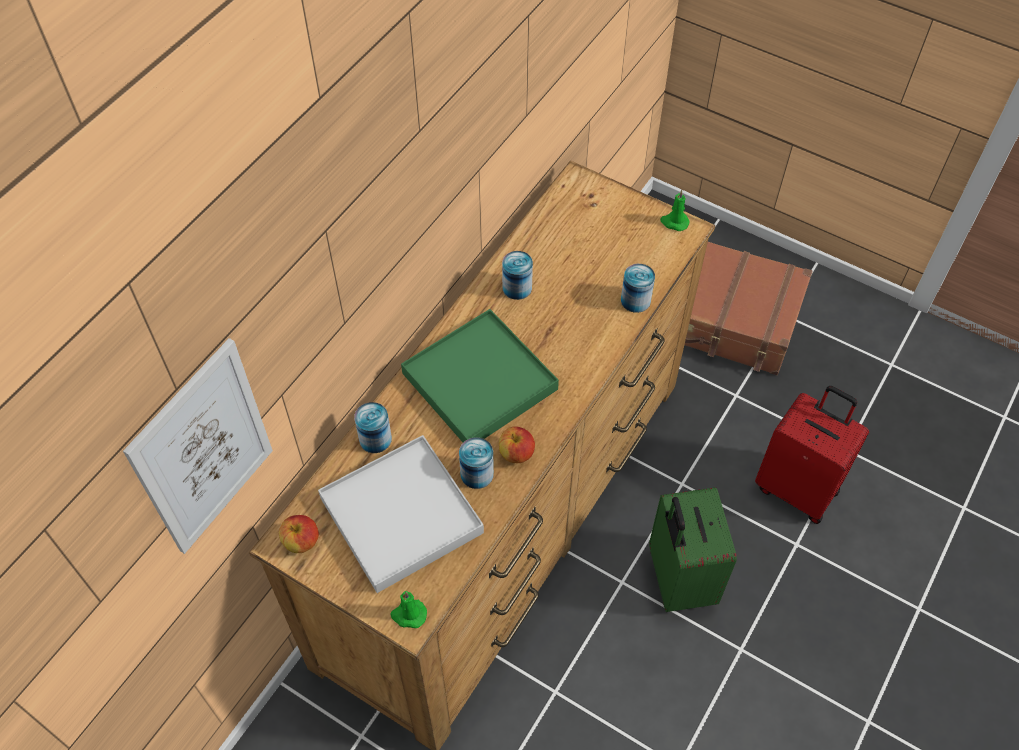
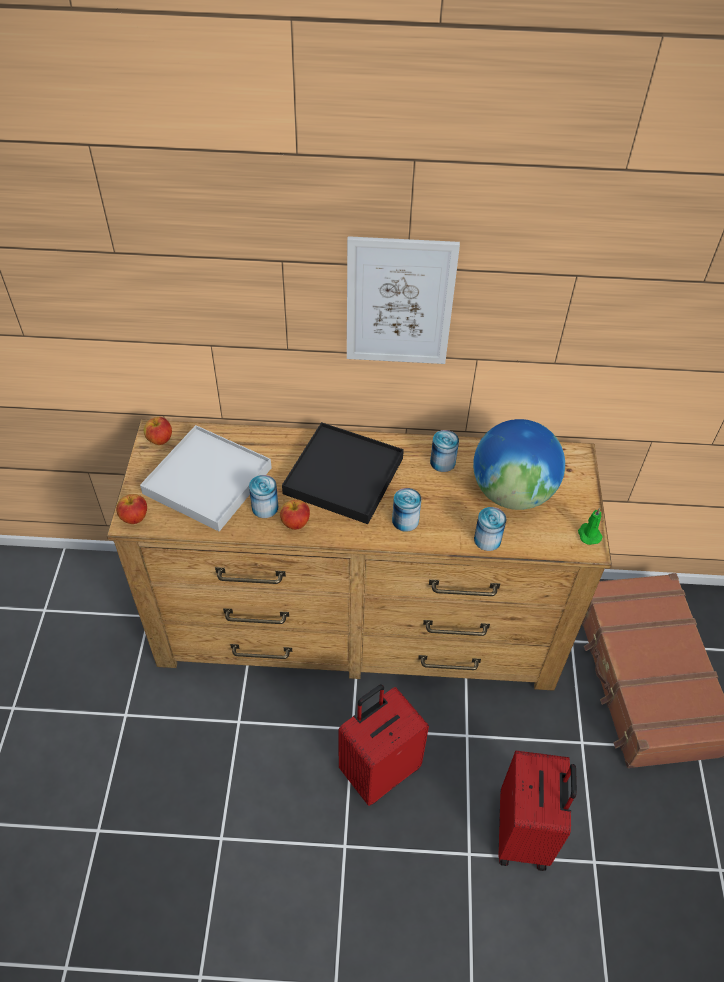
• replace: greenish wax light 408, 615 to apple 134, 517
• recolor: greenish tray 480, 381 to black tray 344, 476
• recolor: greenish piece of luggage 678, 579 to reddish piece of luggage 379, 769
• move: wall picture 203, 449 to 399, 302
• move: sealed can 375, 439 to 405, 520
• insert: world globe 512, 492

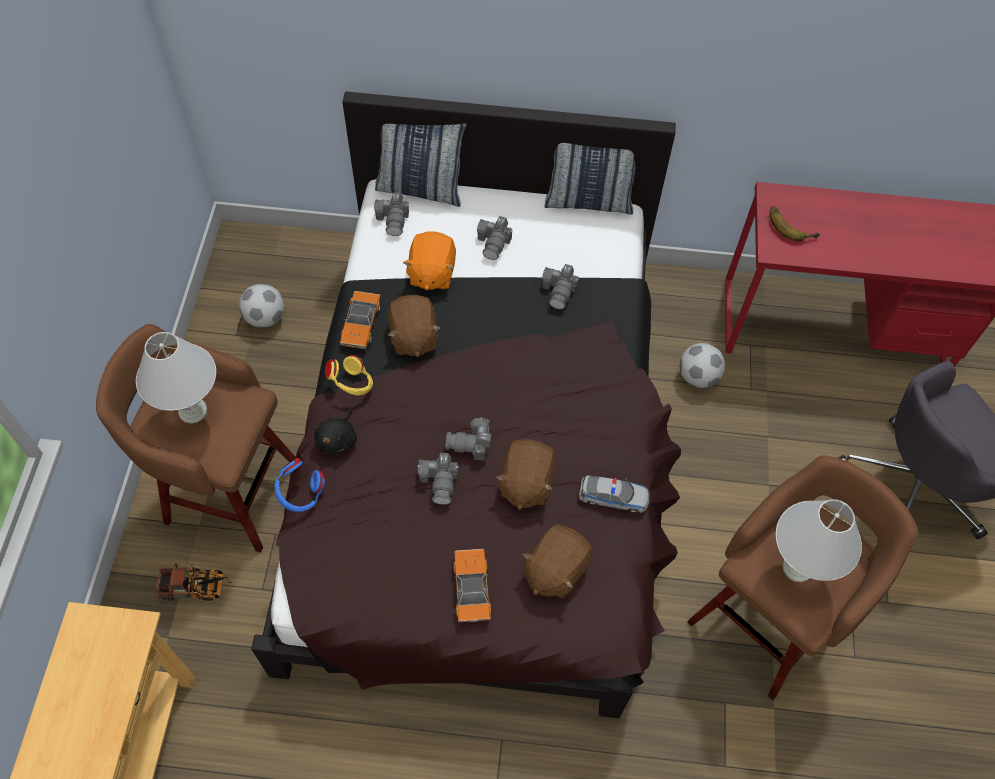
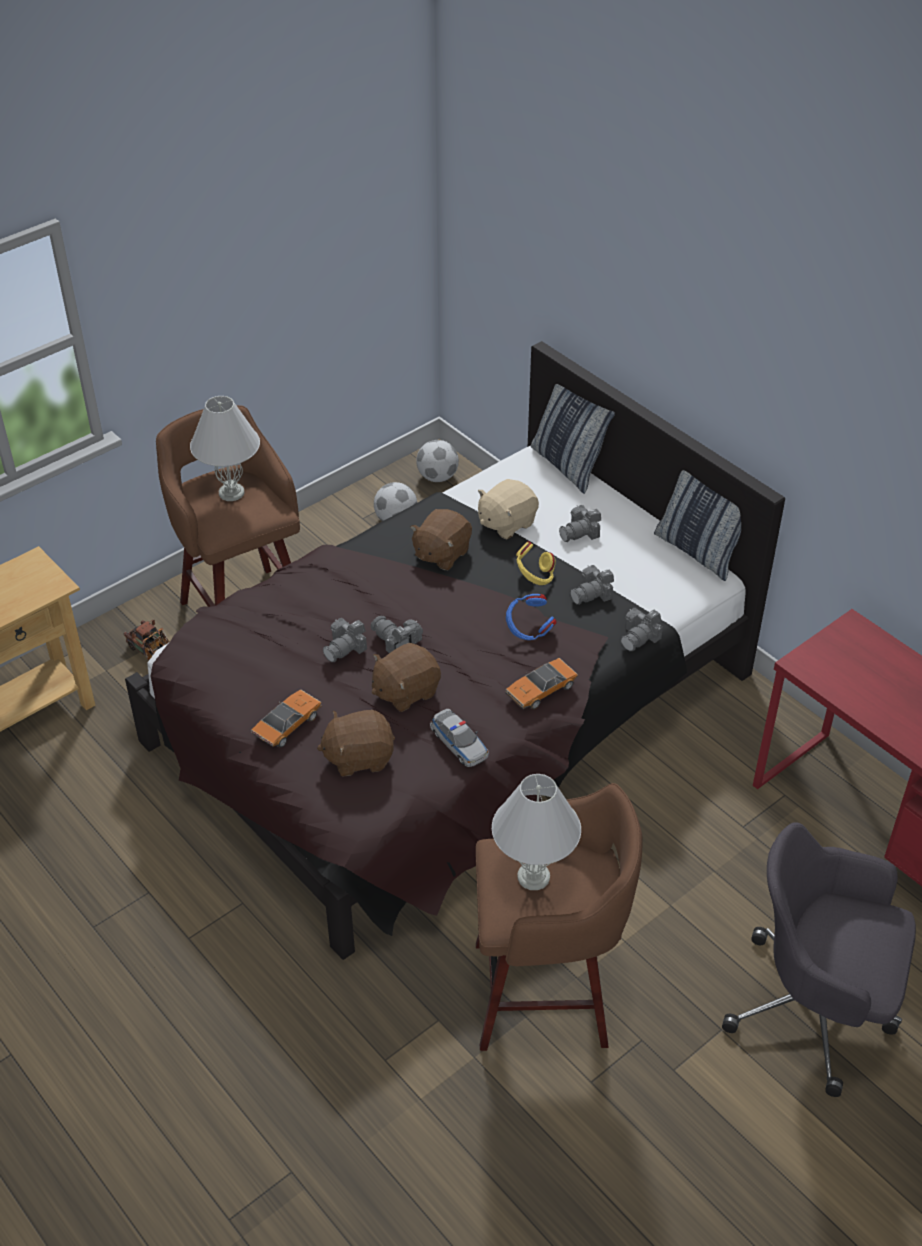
• move: football ball 698, 376 to 437, 477
• recolor: orange-coloured soft toy 431, 273 to beige soft toy 506, 523
• move: miniature car 361, 325 to 540, 690
• move: blue-coloured headset 301, 494 to 529, 630
• move: yellow headset 352, 385 to 534, 577
• move: photo camera 393, 220 to 640, 637
• delete: black soft toy 338, 440
• delete: whole banana 791, 225

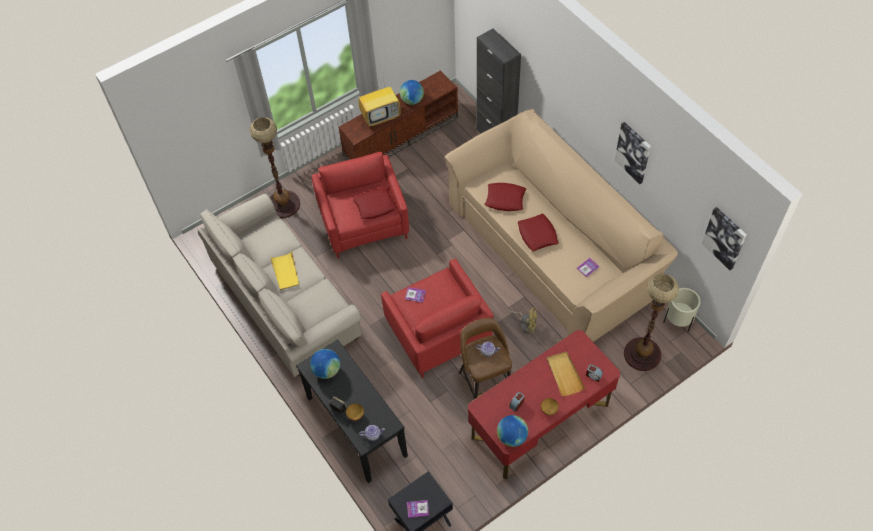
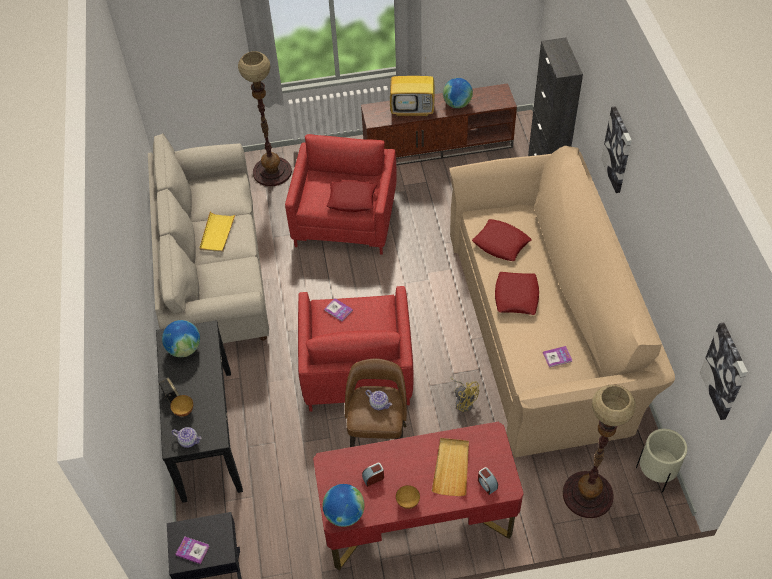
• move: wall picture 633, 152 to 618, 150

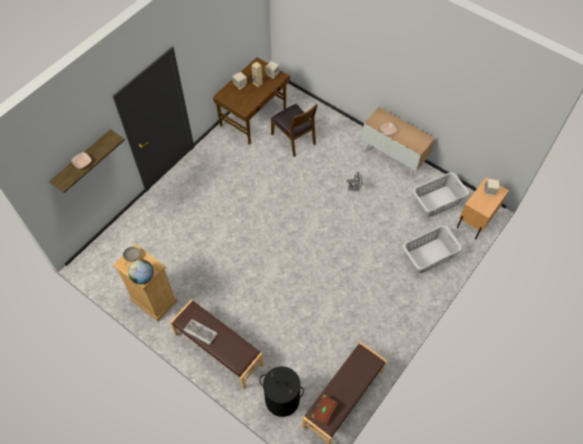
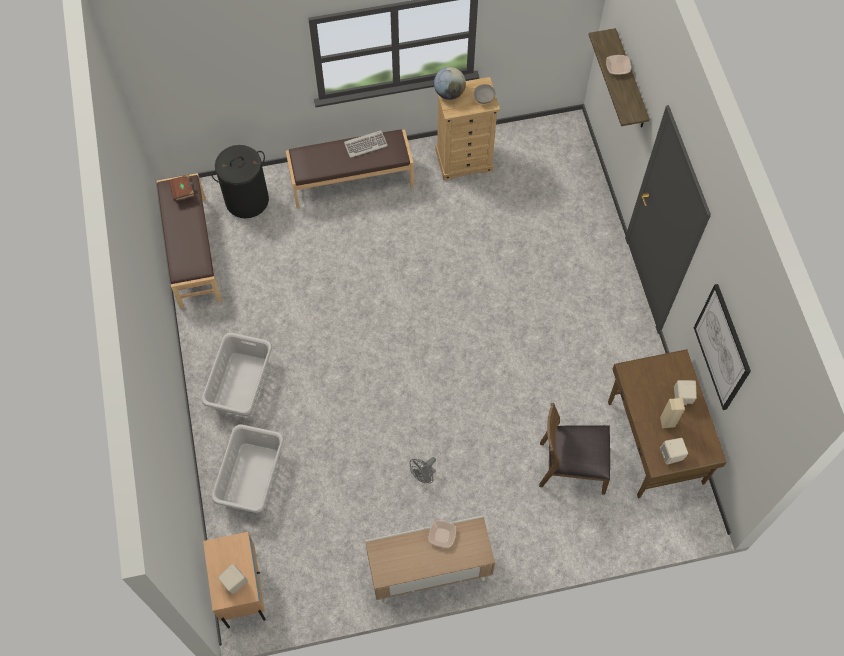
• move: gray washing basket 437, 202 to 240, 384
• insert: wall picture 722, 347

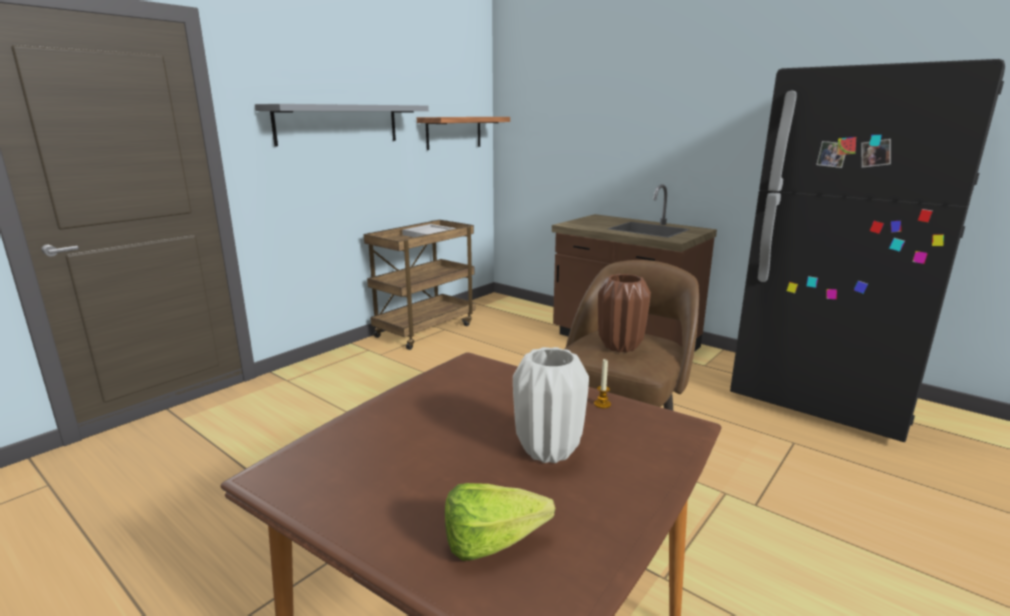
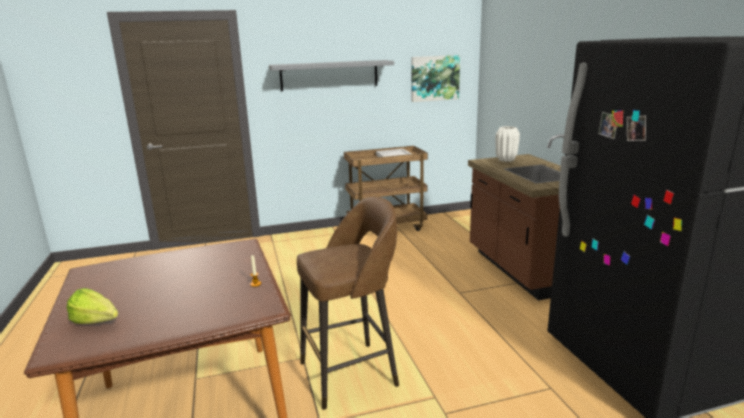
• replace: shelf 454, 132 to wall picture 434, 78
• move: whitish vase 549, 450 to 506, 160
• delete: brownish vase 621, 346

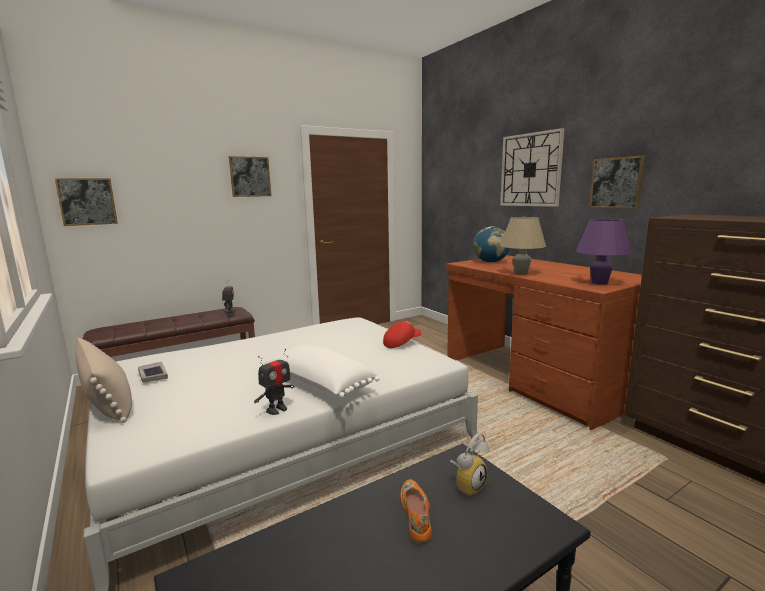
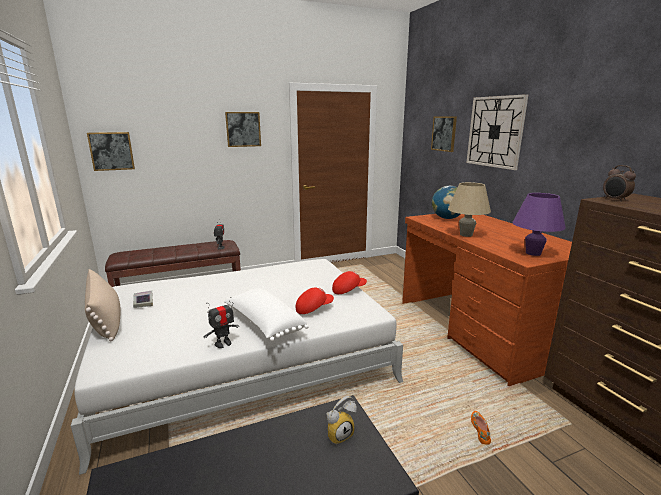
• insert: reddish peaked cap 313, 308
• move: wall picture 616, 183 to 444, 133
• move: orange-coloured shoe 416, 514 to 480, 430
• insert: bedside clock 615, 200

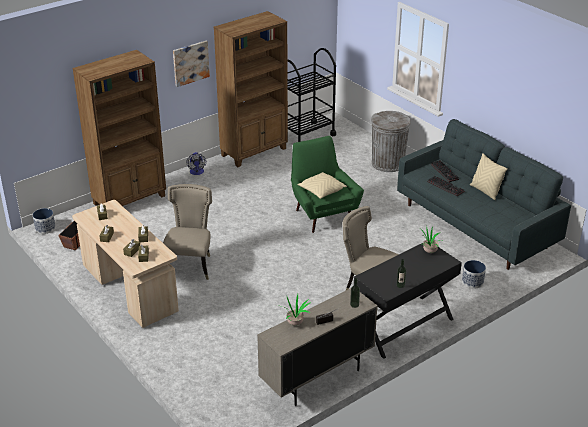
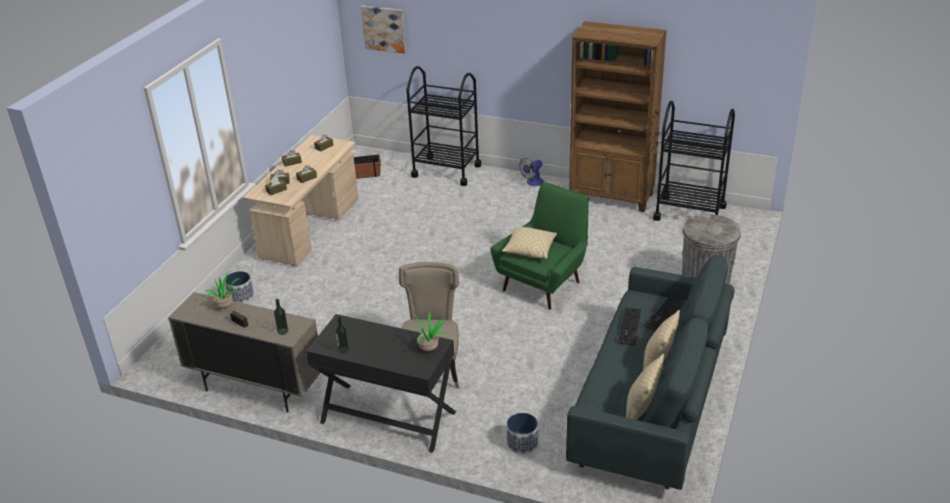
• move: plant pot 45, 228 to 241, 297
• move: wall picture 190, 63 to 384, 28
• replace: brownish bookcase 130, 200 to black wheeled cart 446, 171
• insert: beige pillow 641, 409
• delete: beige chair 191, 265

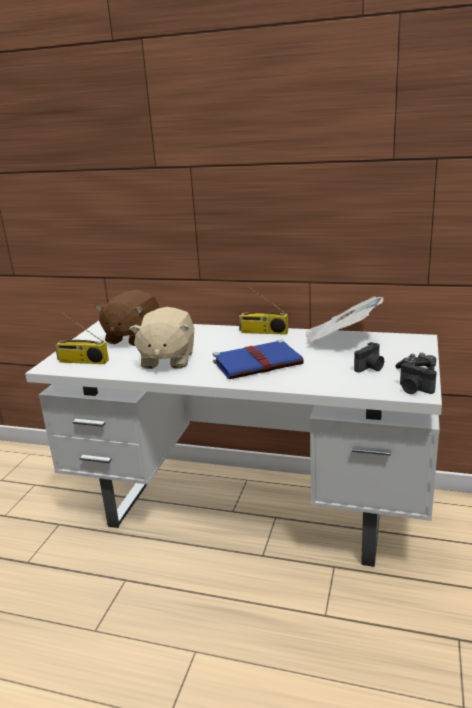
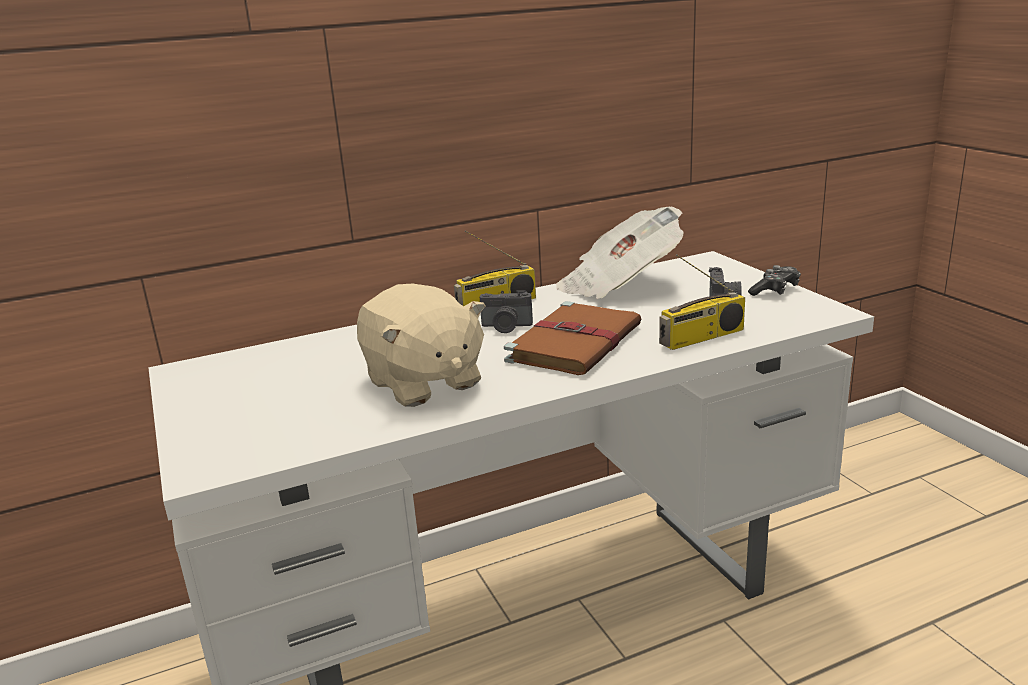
• move: photo camera 414, 389 to 506, 327
• recolor: blue-coloured volume 259, 363 to brownish volume 575, 342
• move: radio 82, 361 to 701, 338
• delete: brownish soft toy 132, 338

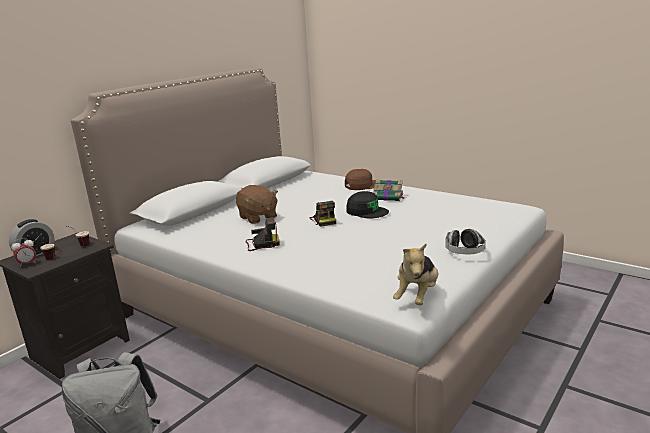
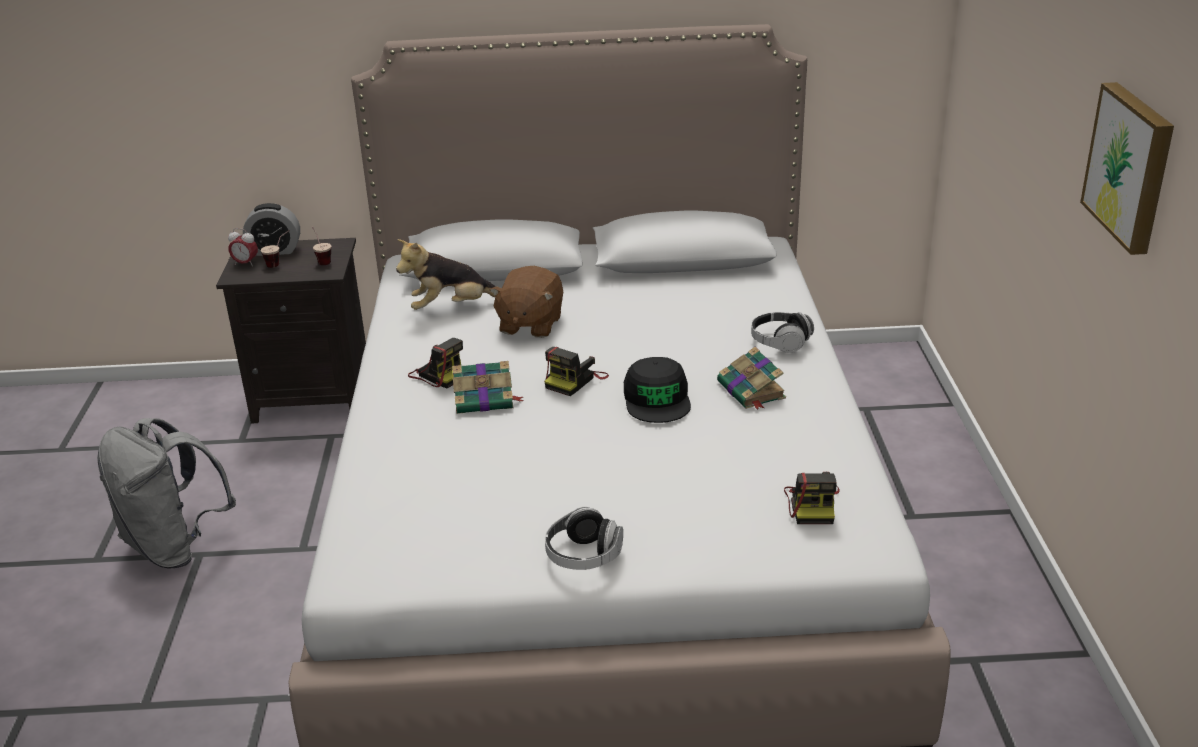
• move: soft toy 417, 296 to 451, 308
• insert: volume 485, 399
• replace: brownish peaked cap 362, 185 to headset 780, 343
• insert: photo camera 812, 504
• insert: wall picture 1131, 166

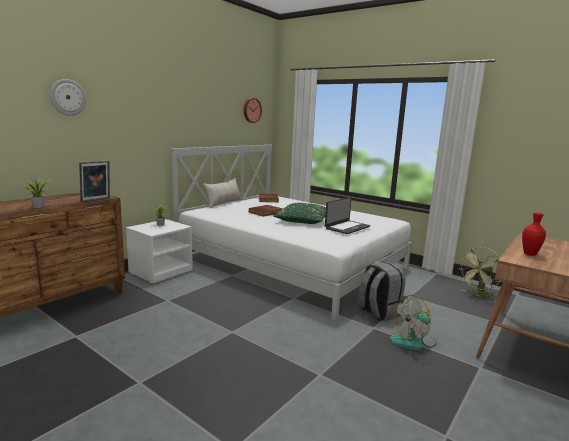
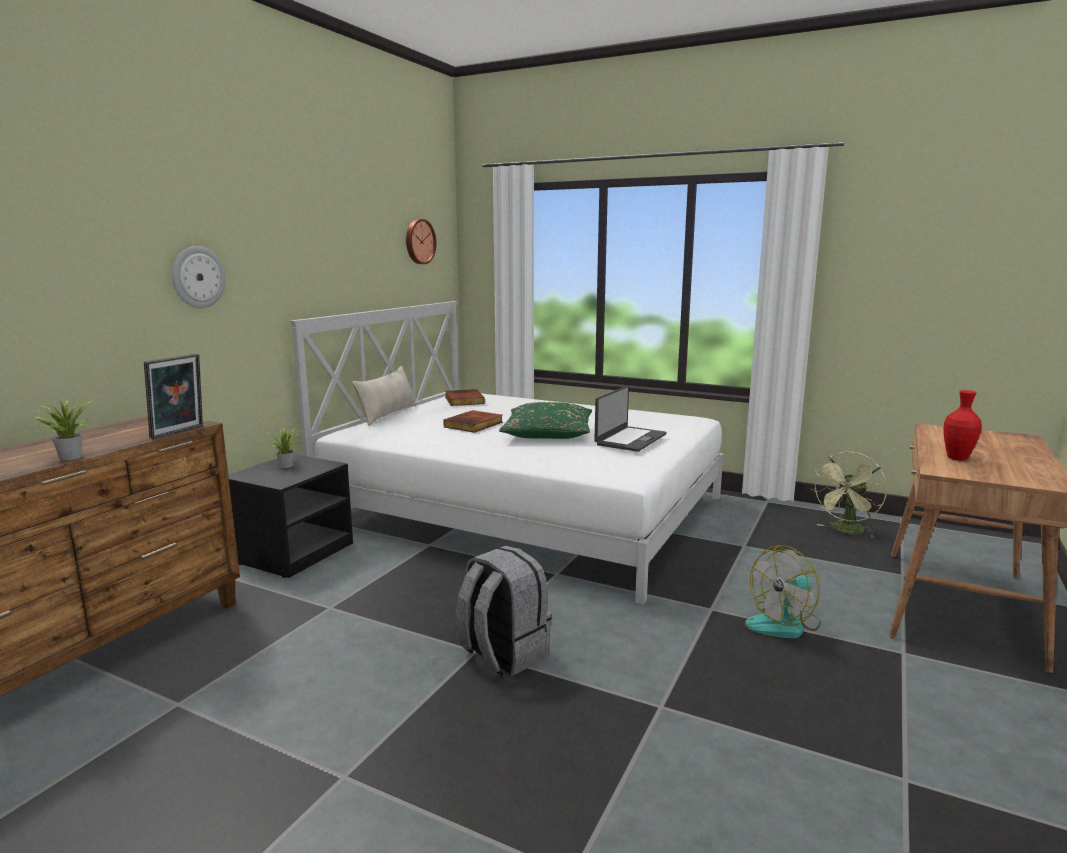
• move: hanging clock 68, 97 to 198, 277
• recolor: whitish night table 161, 271 to black night table 293, 552
• move: gray rucksack 378, 312 to 502, 654

